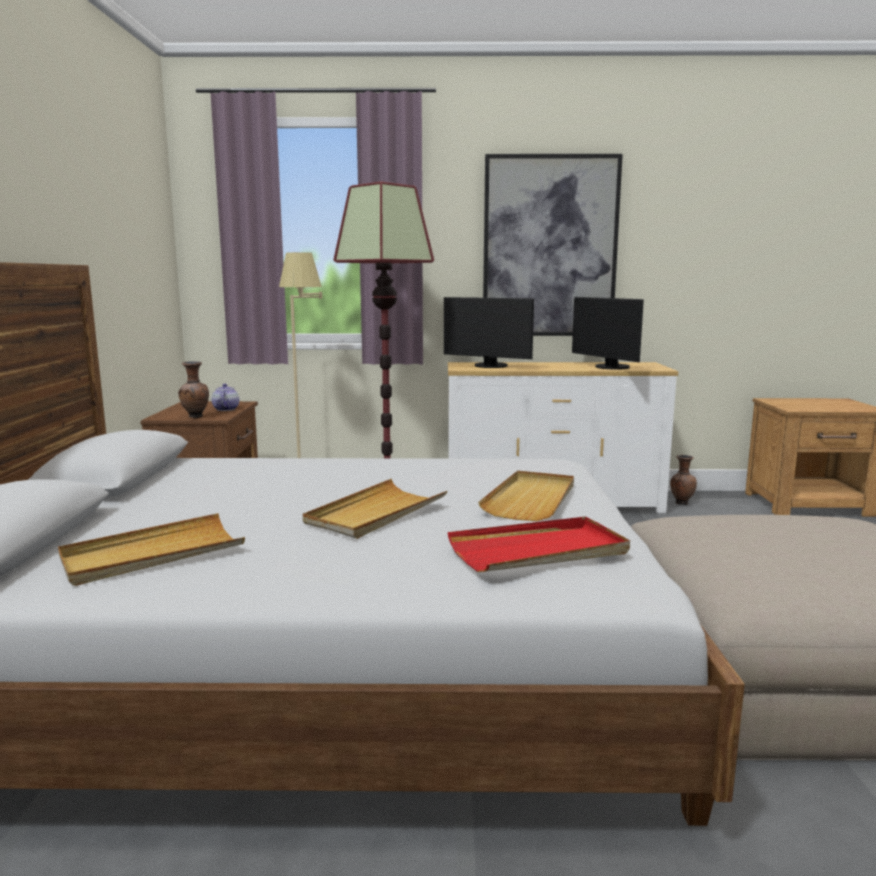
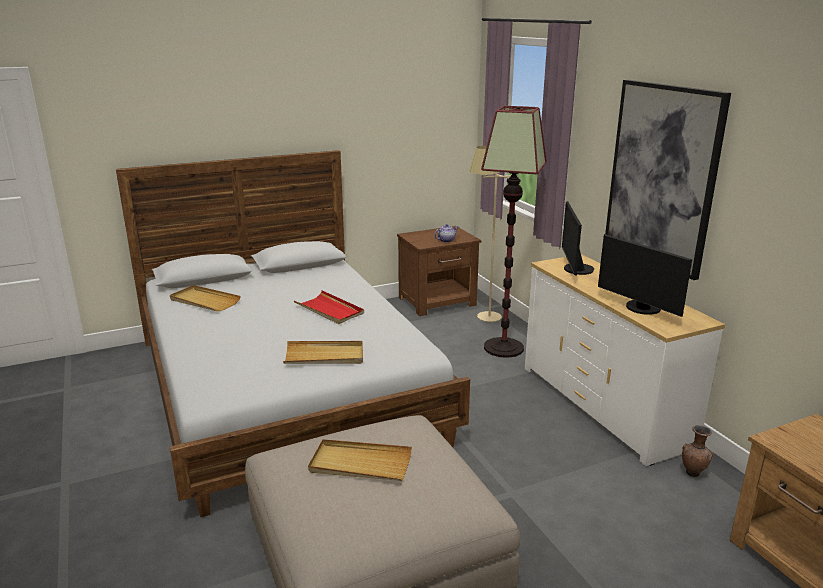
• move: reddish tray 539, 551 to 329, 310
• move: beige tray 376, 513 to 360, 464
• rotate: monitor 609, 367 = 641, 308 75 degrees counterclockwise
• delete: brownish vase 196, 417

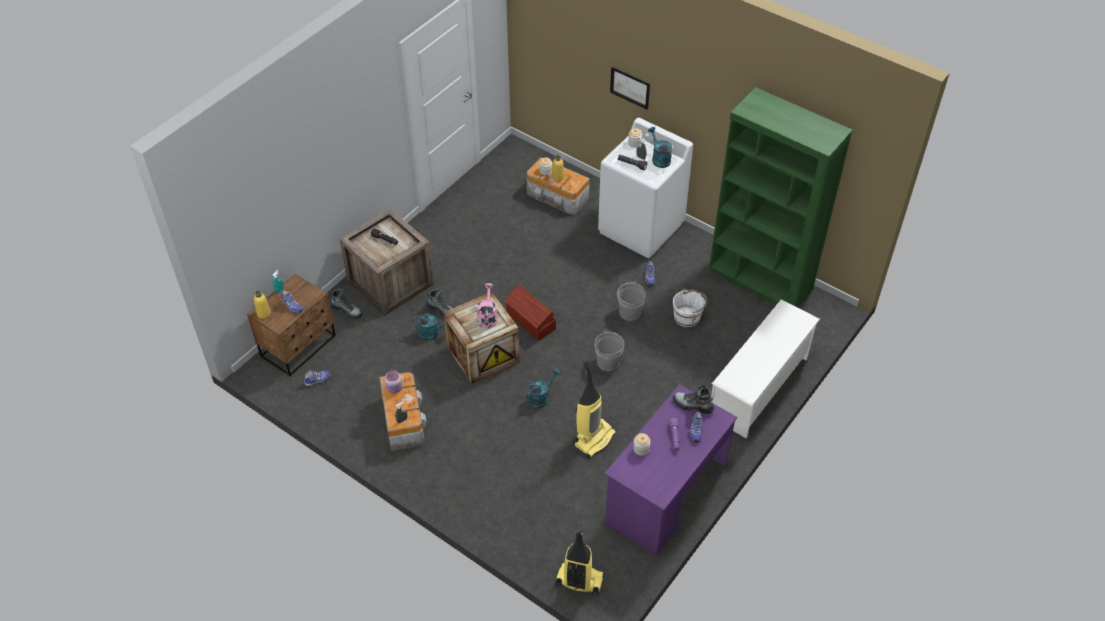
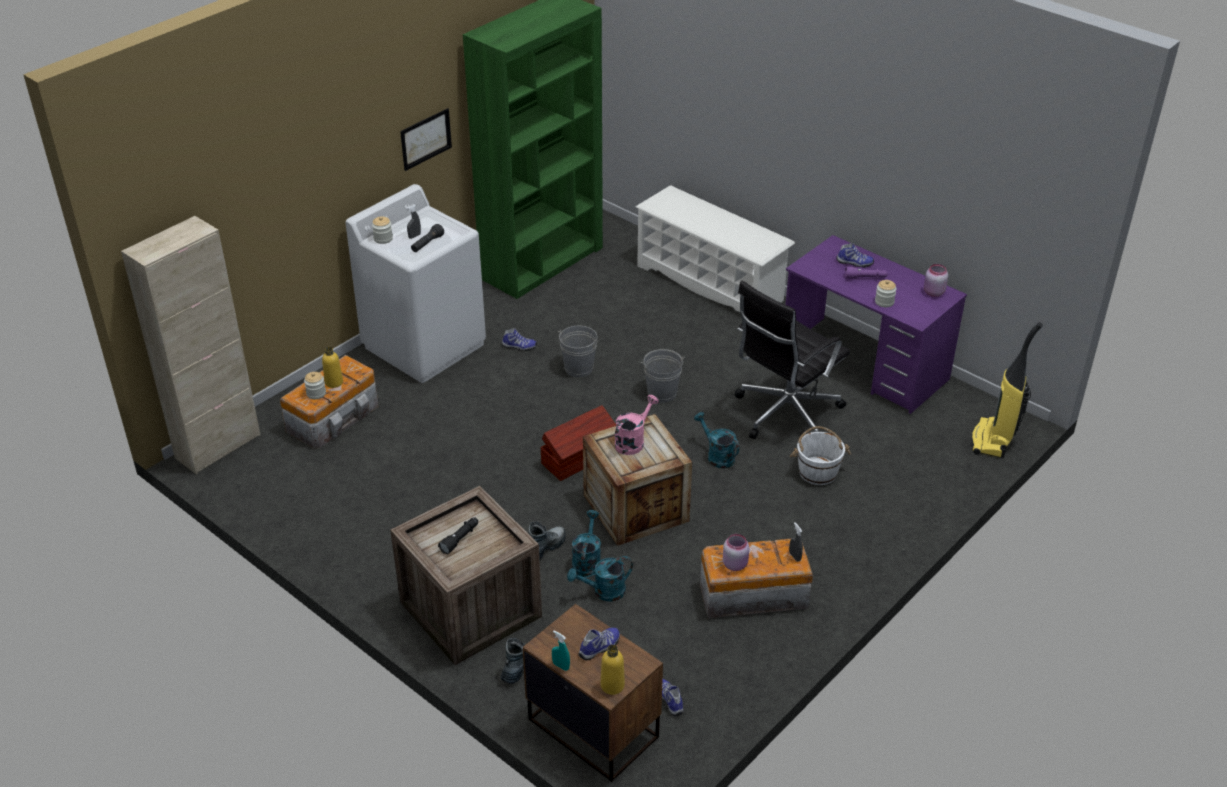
• insert: beige storage cabinet 218, 446
• move: wall picture 630, 87 to 425, 139
• move: turquoise-coloured watering can 659, 158 to 604, 592
• rotate: pinkish watering can 487, 317 = 633, 441 120 degrees clockwise
• replace: hoover 593, 438 to black desk chair 784, 414
• move: whitish bucket 687, 317 to 818, 471
• insert: pinkish storage jar 933, 293
• delete: tall boot 692, 405

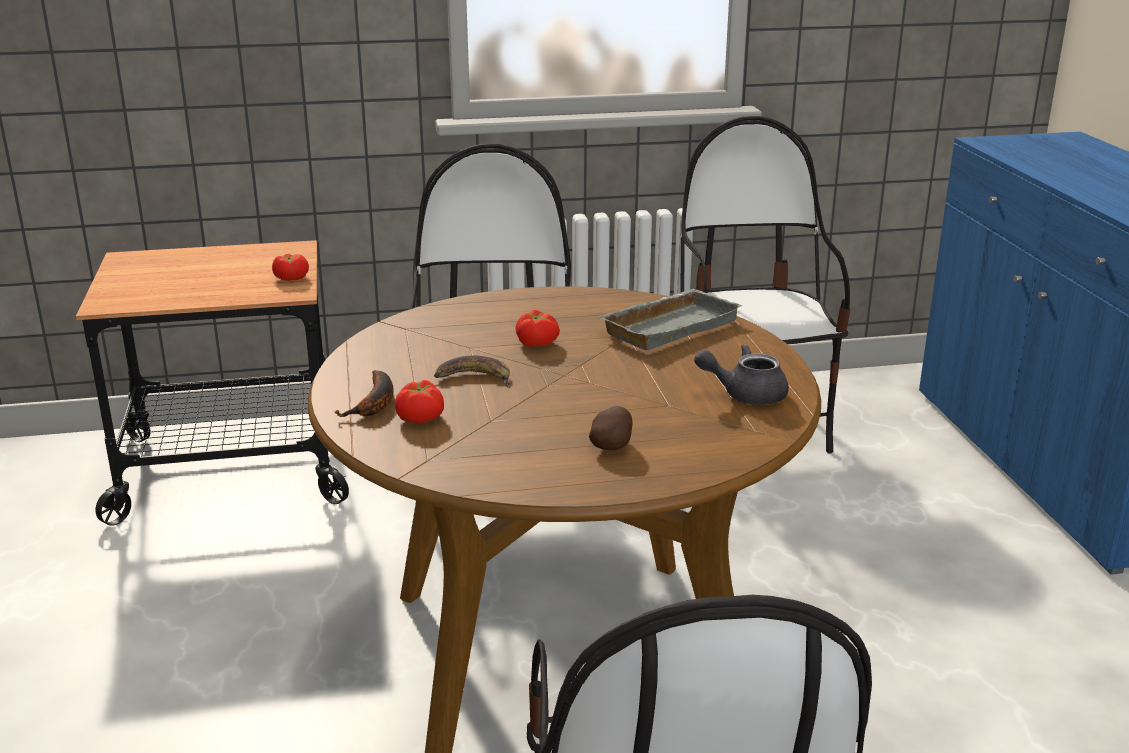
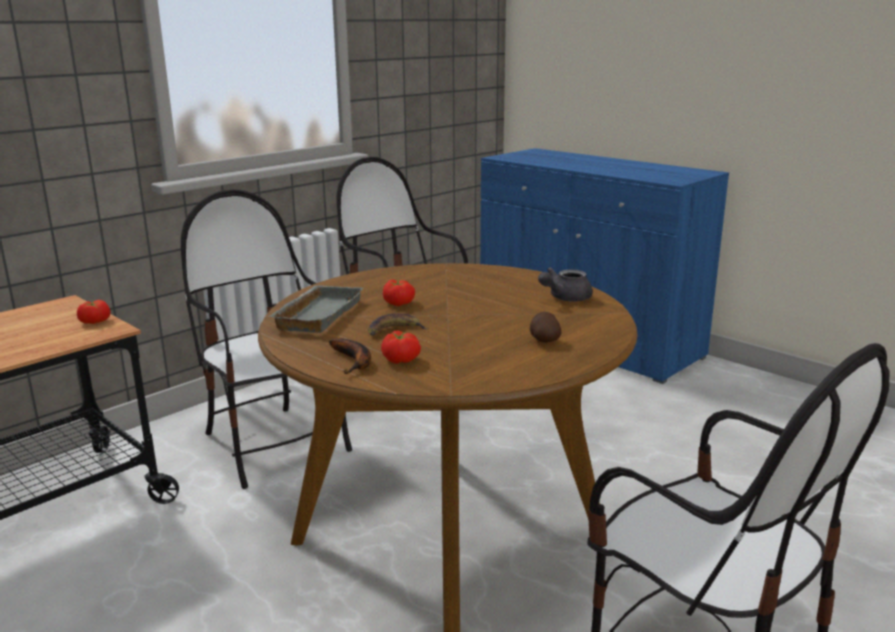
• move: gray tray 668, 326 to 316, 314

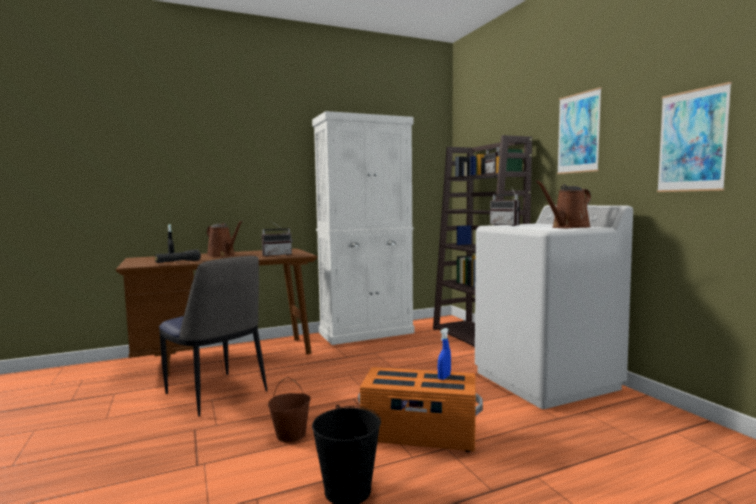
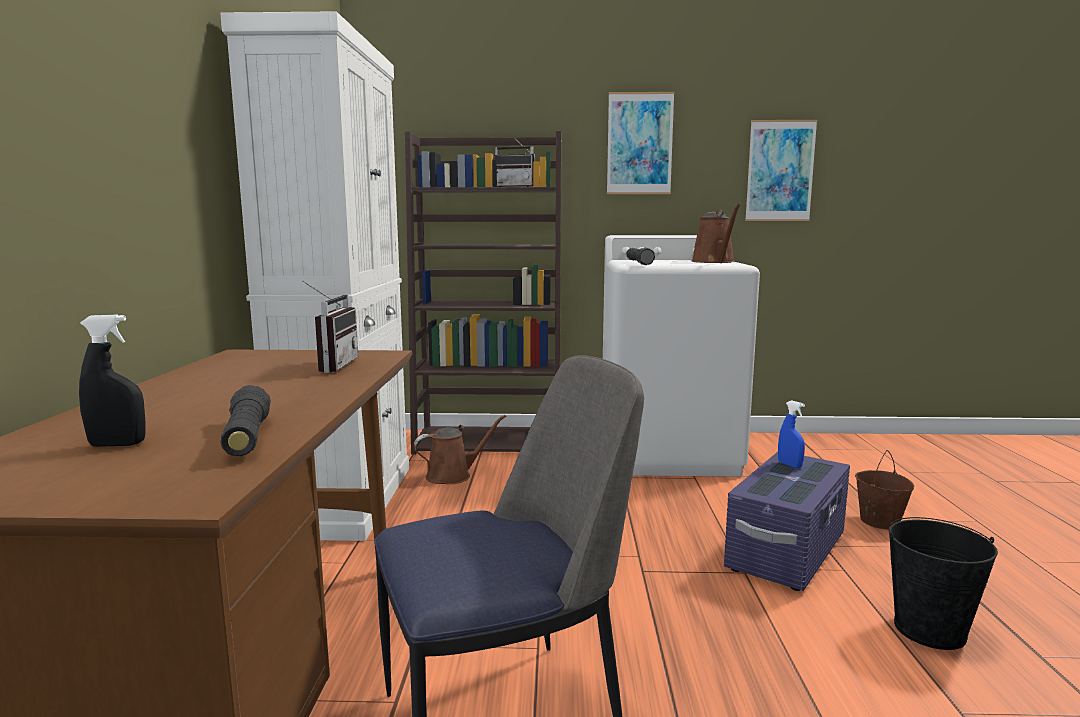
• move: brownish watering can 223, 255 to 453, 475
• replace: radio 507, 225 to black hand torch 639, 263
• recolor: orange-coloured storage box 419, 435 to purple-coloured storage box 787, 552
• move: brownish bucket 291, 435 to 879, 521

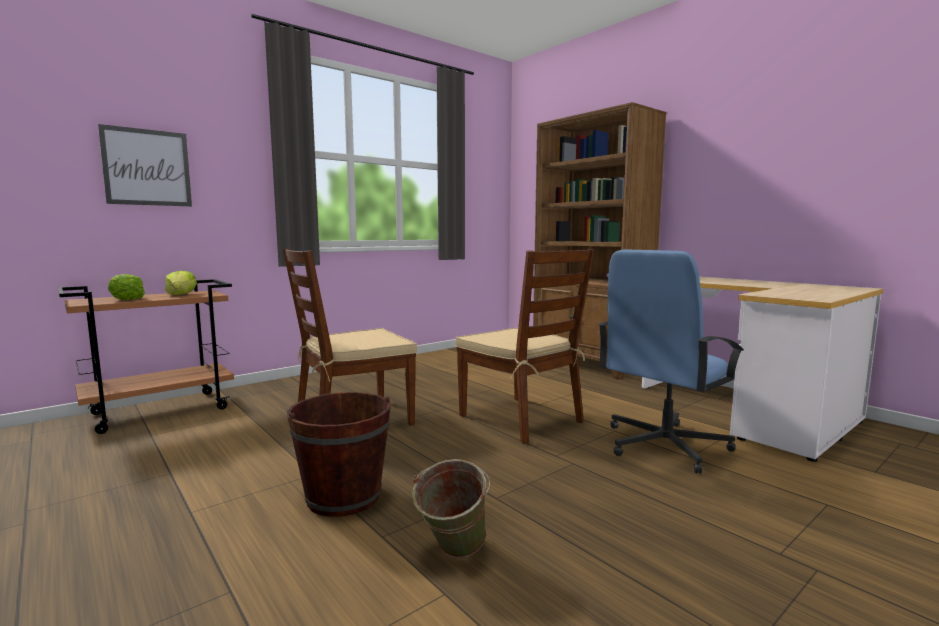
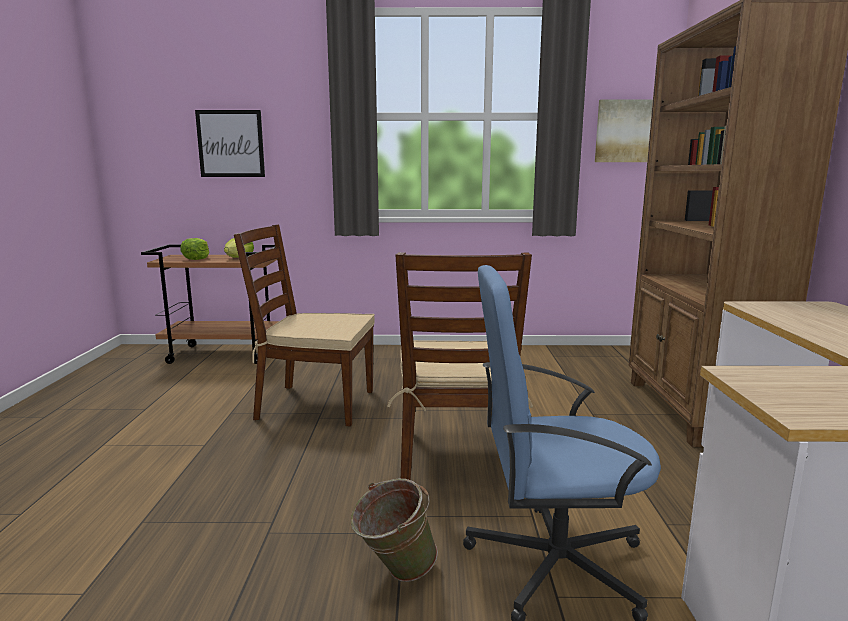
• move: greenish bucket 452, 554 to 394, 573
• insert: wall picture 626, 131
• delete: brownish bucket 343, 497

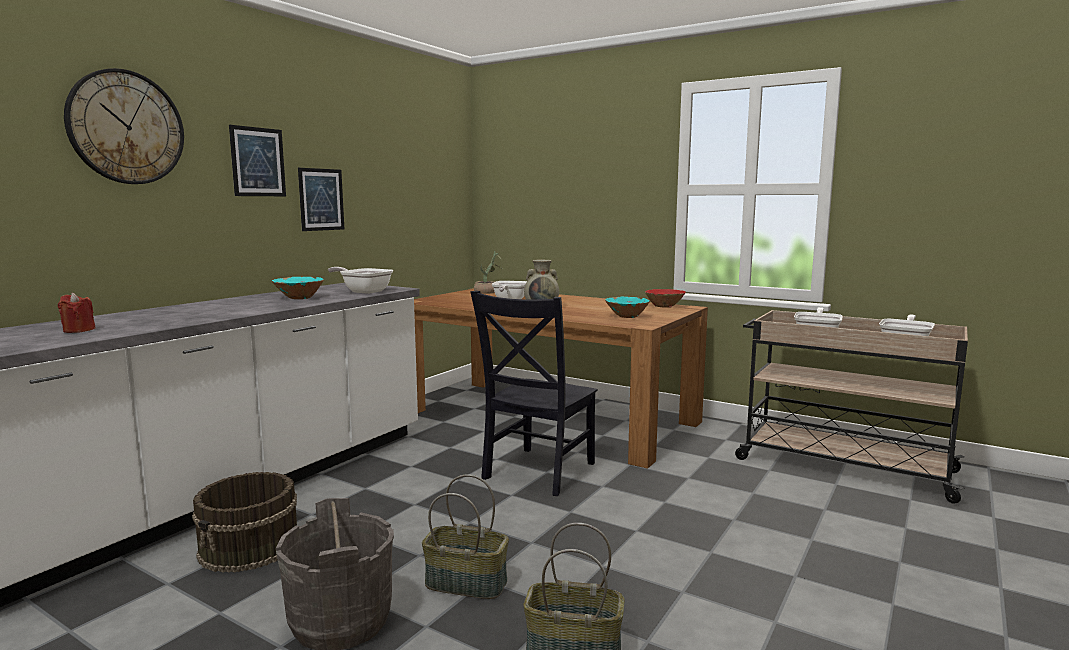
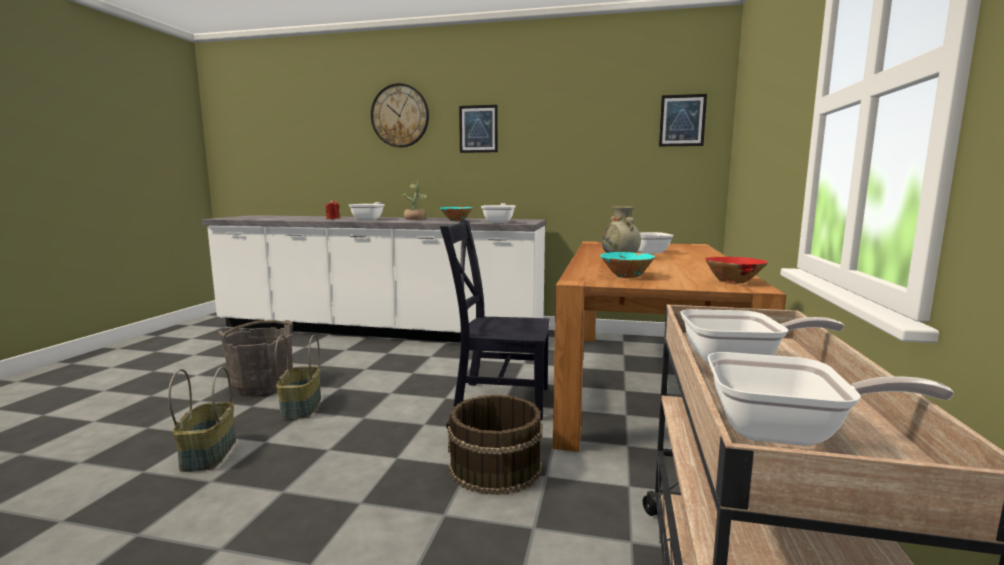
• insert: skillet 369, 219
• move: plant in a pot 488, 292 to 415, 219
• move: brownish bucket 250, 546 to 495, 468
• move: wall picture 321, 199 to 682, 120

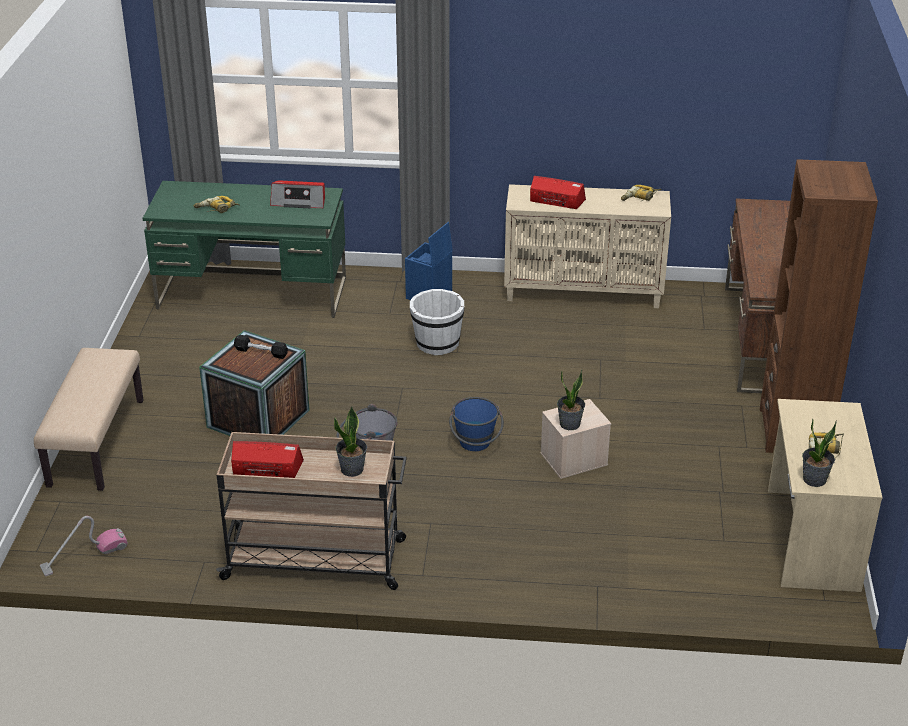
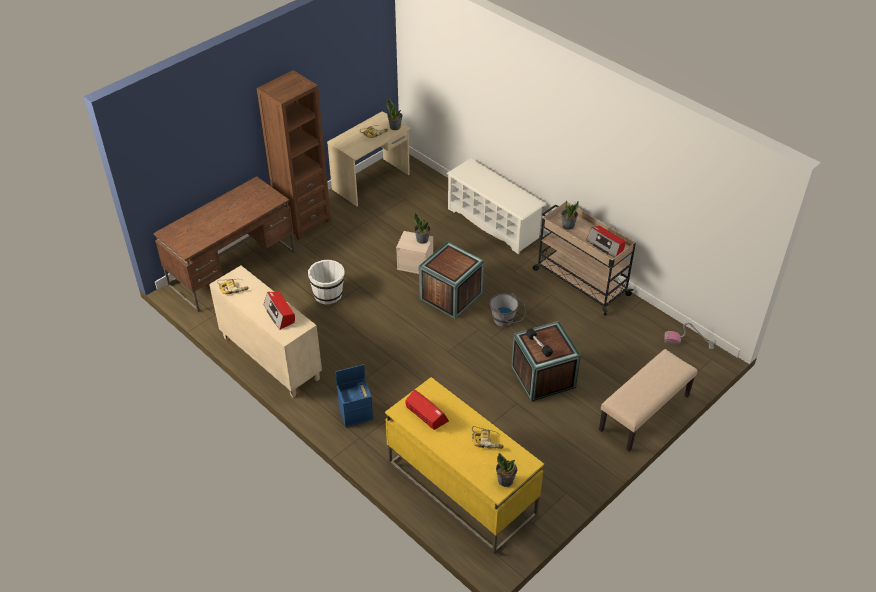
• move: whitish bucket 437, 344 to 328, 294
• recolor: greenish desk 253, 293 to yellow desk 461, 488
• replace: blue-coloured bucket 475, 446 to shipping crate 451, 296
• insert: whitish shoe shelf 493, 223
• insert: plant in a pot 505, 480

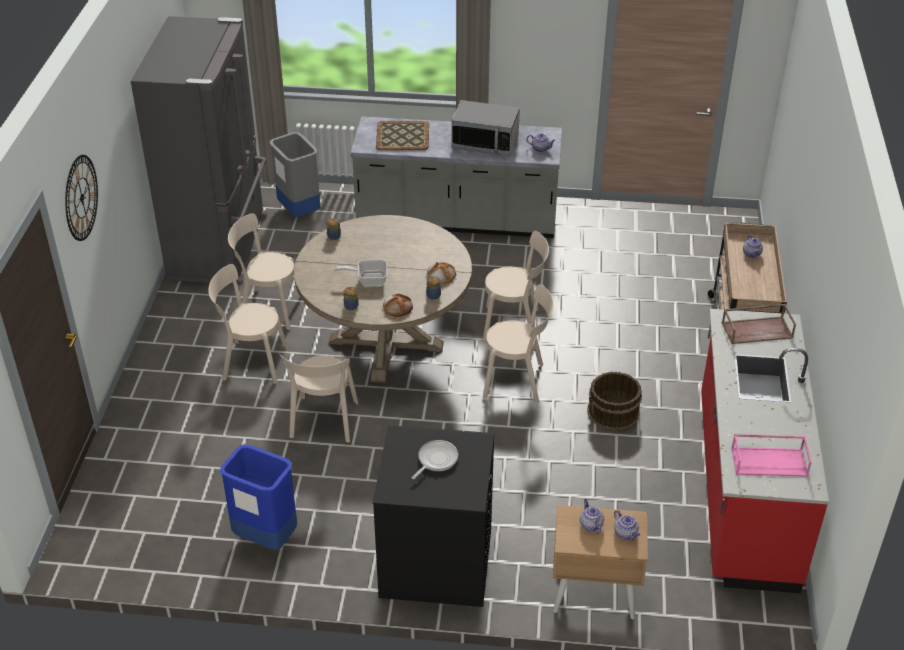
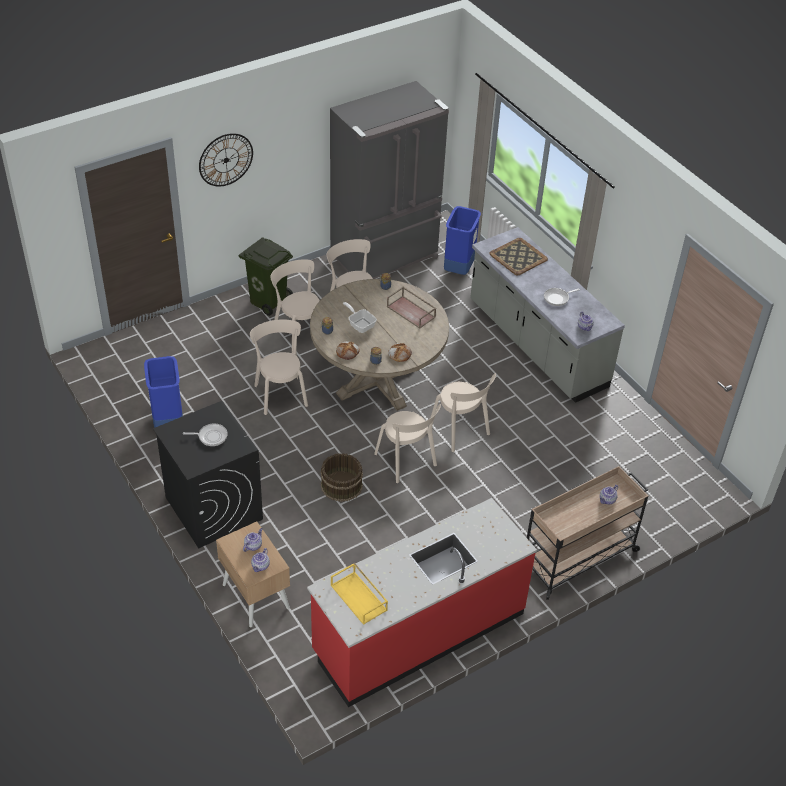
• insert: greenish rubbish bin 268, 300
• rotate: beige chair 323, 422 = 280, 393 105 degrees clockwise
• move: brownish bucket 613, 412 to 341, 485
• recolor: pinkish tray 770, 461 to yellow tray 359, 598
• move: brownish tray 757, 330 to 411, 312
• recolor: gray rubbish bin 299, 211 to blue-coloured rubbish bin 458, 268
• replace: microwave 485, 143 to skillet 557, 298

